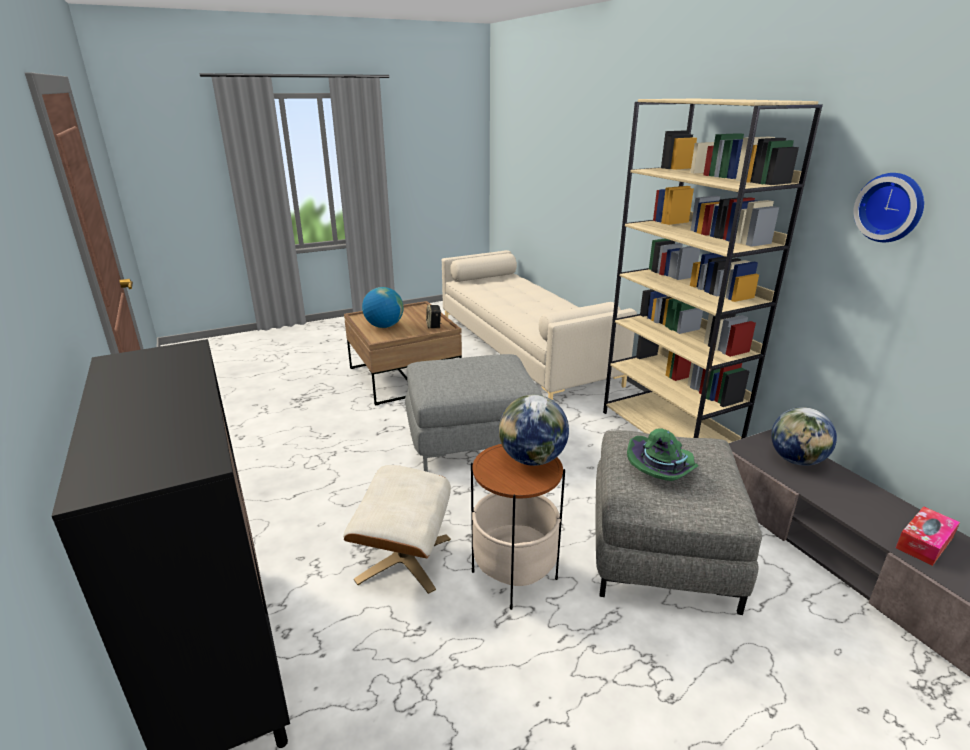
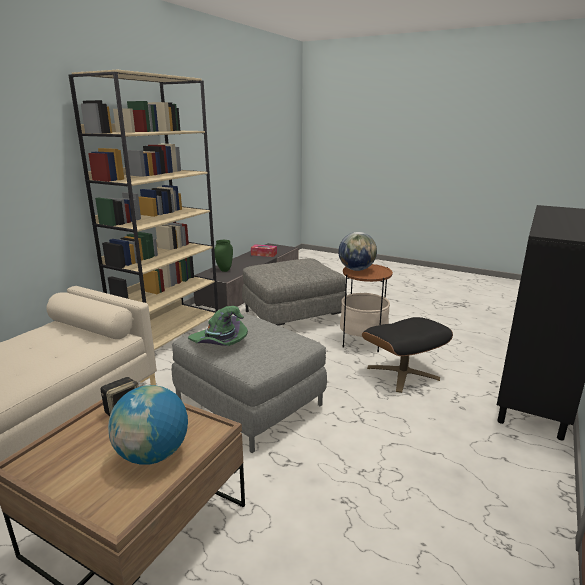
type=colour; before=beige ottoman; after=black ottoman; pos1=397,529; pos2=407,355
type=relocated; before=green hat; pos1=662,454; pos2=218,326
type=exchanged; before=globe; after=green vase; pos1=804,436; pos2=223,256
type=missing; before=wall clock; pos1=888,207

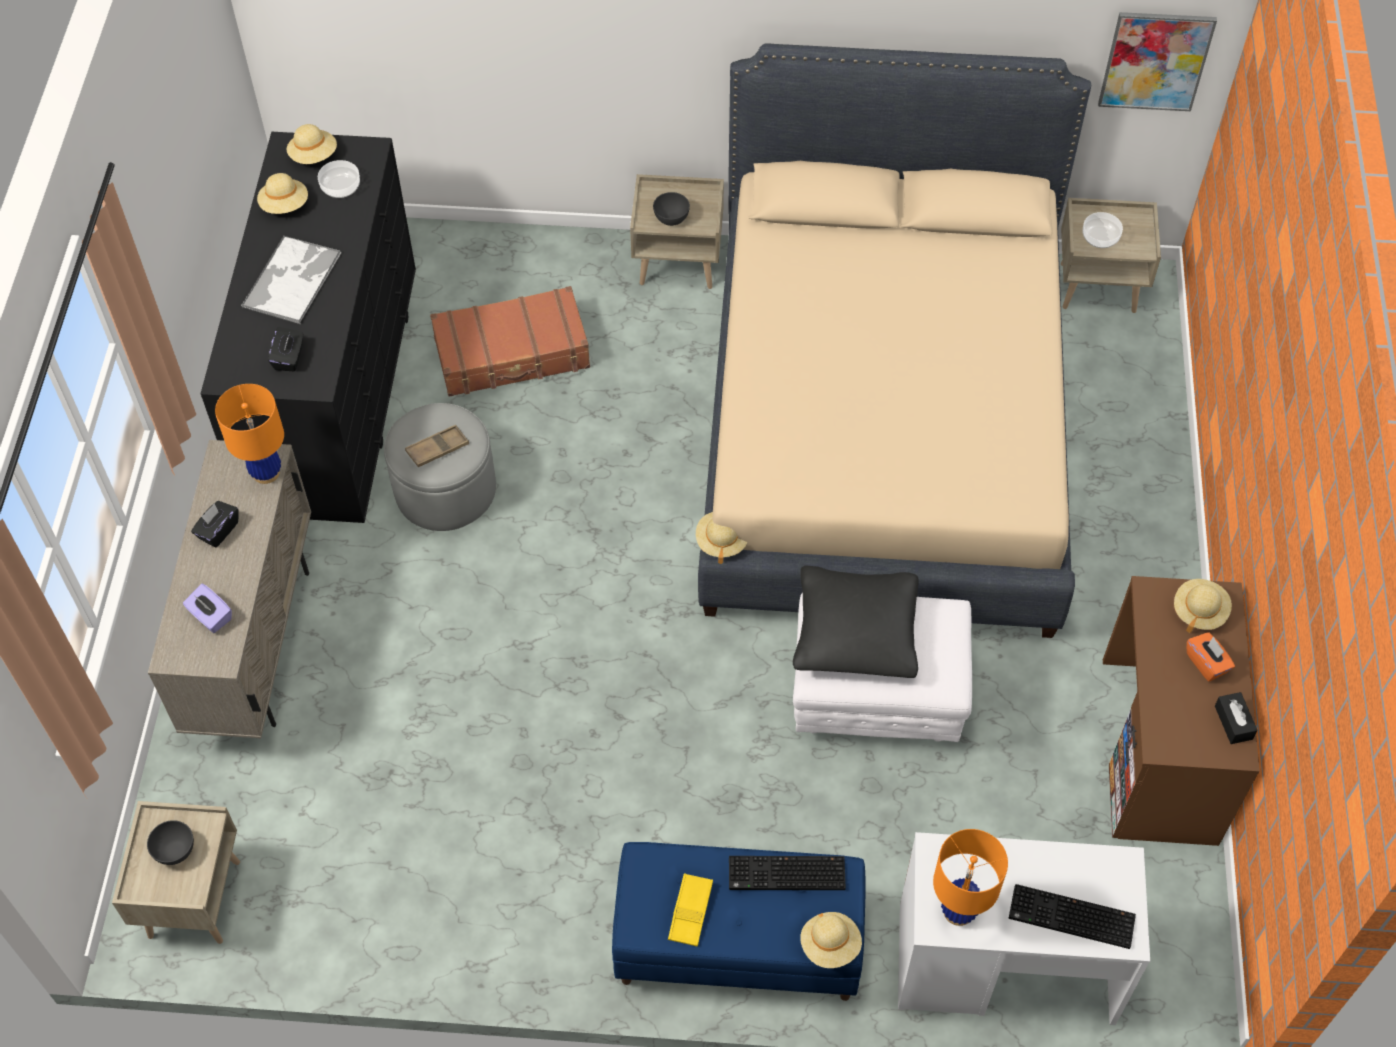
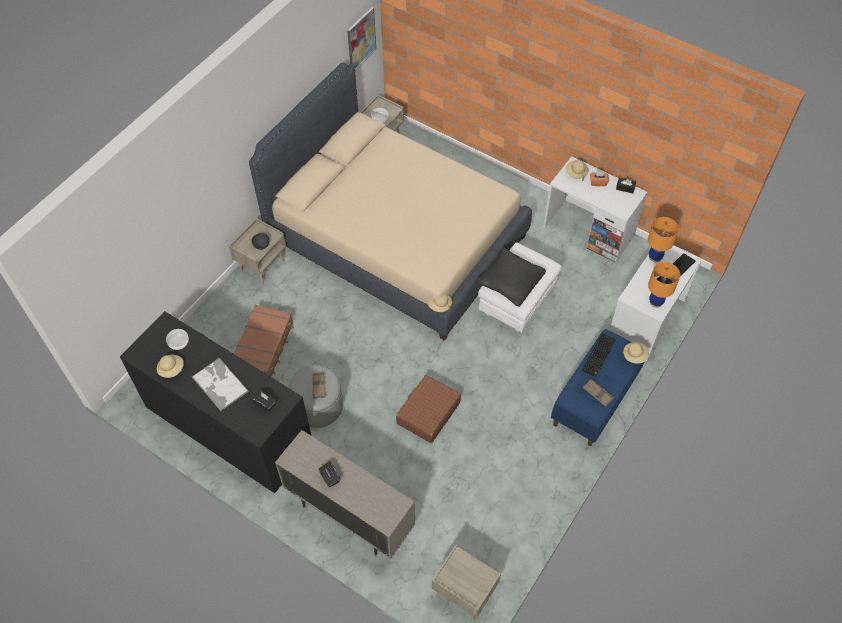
type=missing; before=grey bowl; pos1=170,842
type=missing; before=purple tissue box; pos1=207,608
type=relocated; before=orange table lamp; pos1=249,434; pos2=663,239
type=missing; before=beige hat; pos1=312,144
type=colour; before=yellow tray; after=brown tray; pos1=690,910; pos2=598,393
type=colour; before=brown desk; after=white desk; pos1=1181,711; pos2=595,209
type=appeared; after=brown suitcase; pos2=428,409

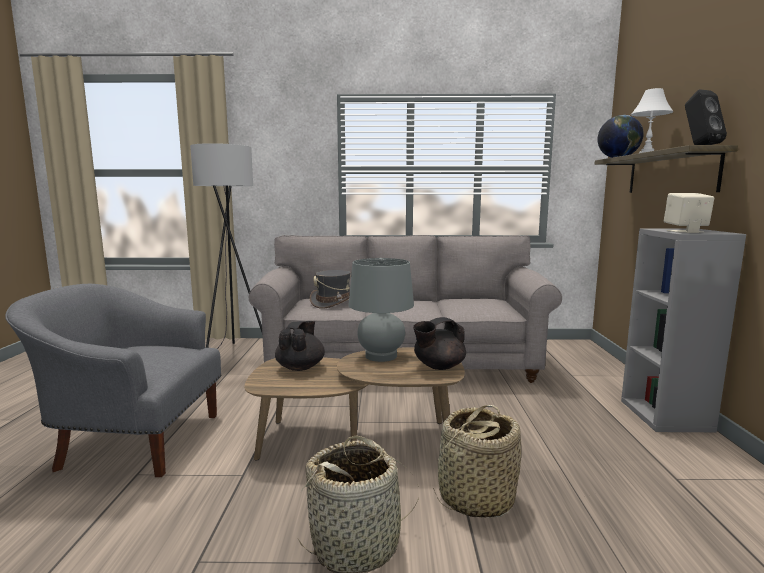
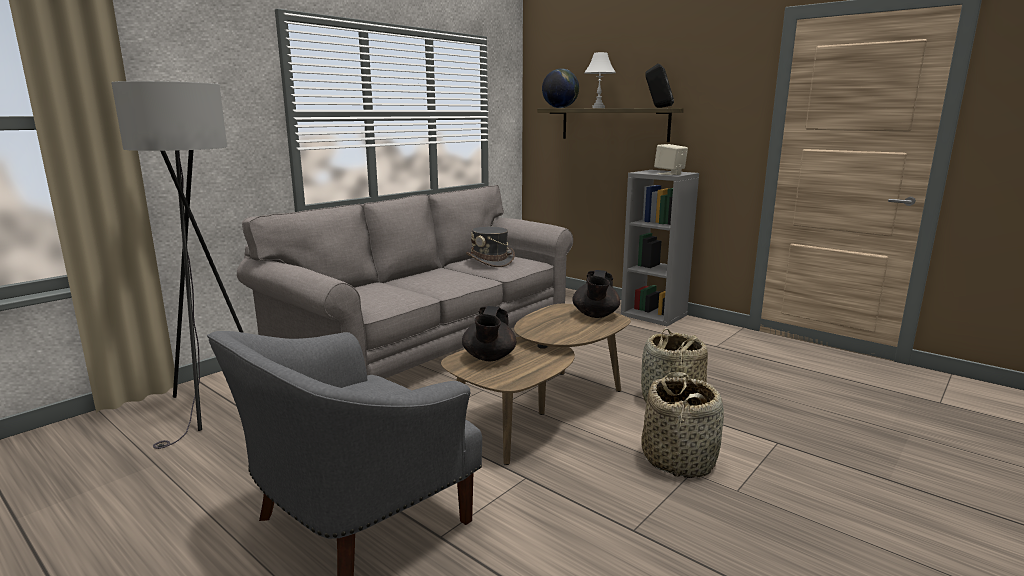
type=spun; before=black teapot; pos1=300,346; pos2=489,333; turn=-135
type=relocated; before=grey hat; pos1=330,289; pos2=490,246
type=missing; before=grey table lamp; pos1=381,310

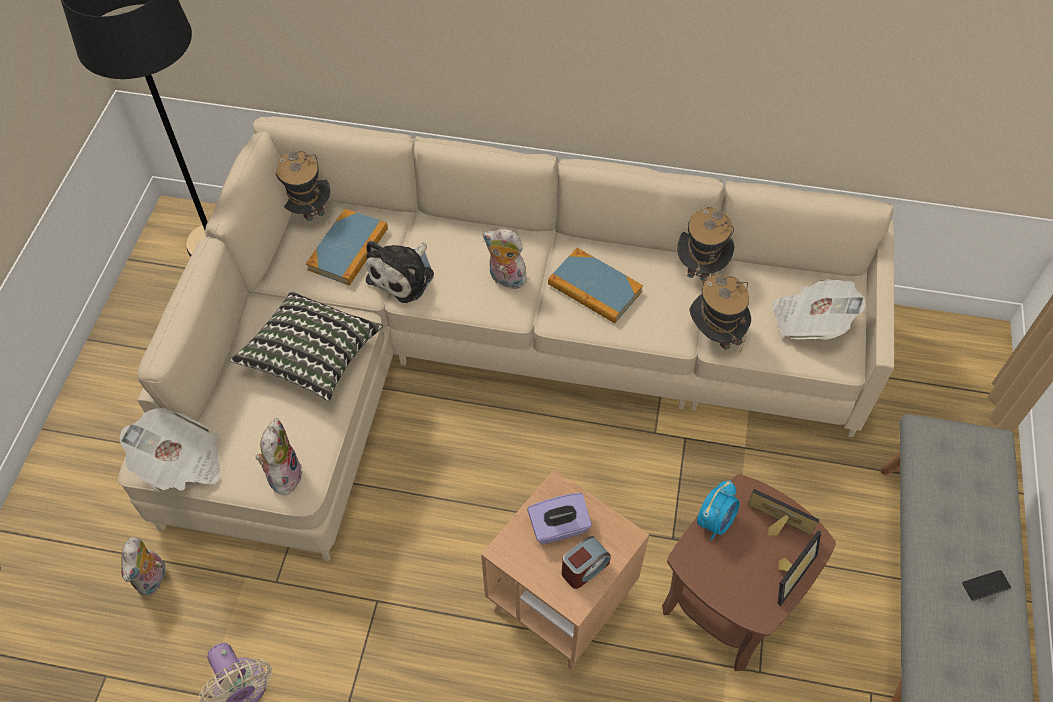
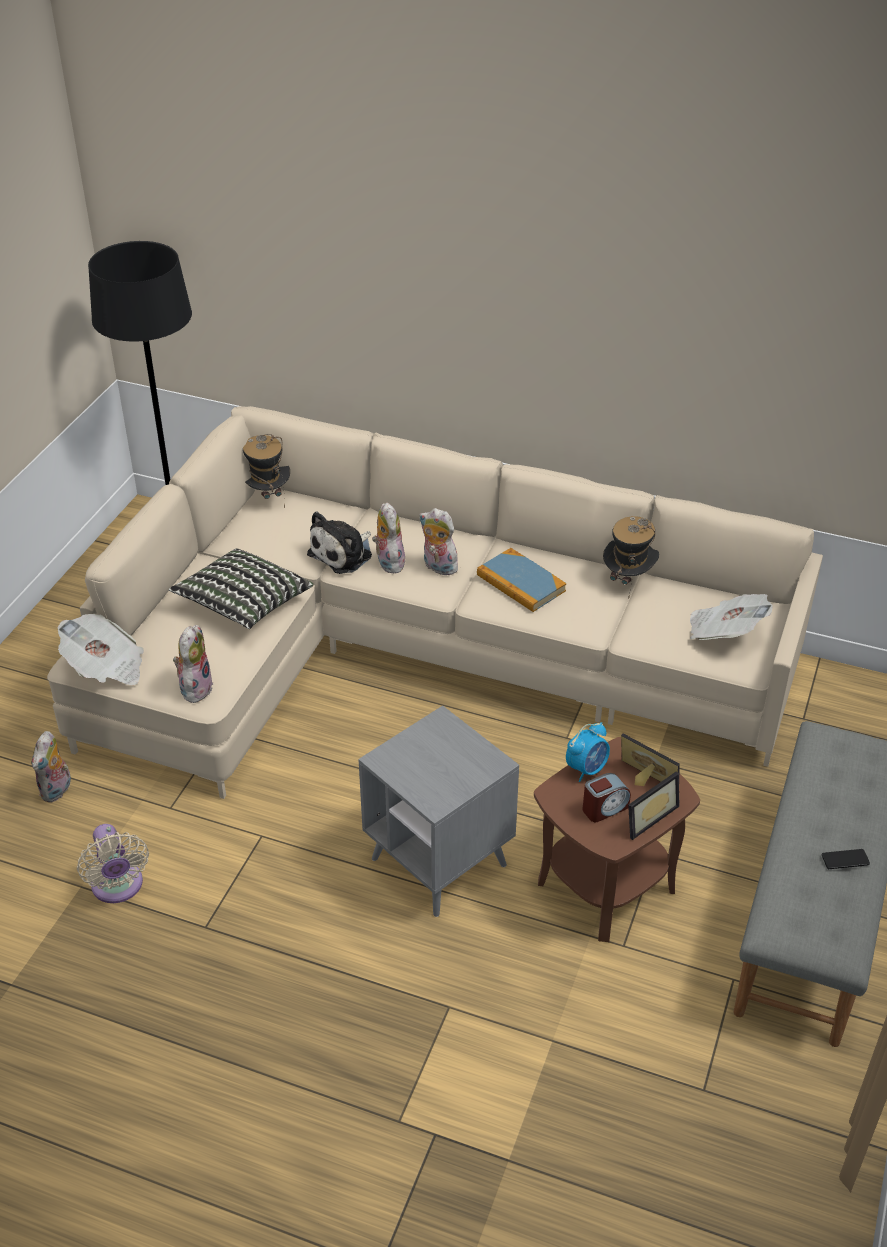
type=missing; before=book; pos1=347,247
type=colour; before=brown side table; after=grey side table; pos1=565,569; pos2=438,811
type=missing; before=purple tissue box; pos1=559,518
type=relocated; before=alarm clock; pos1=586,562; pos2=606,797
type=missing; before=hat; pos1=720,313
type=appeared; after=plush toy; pos2=388,537

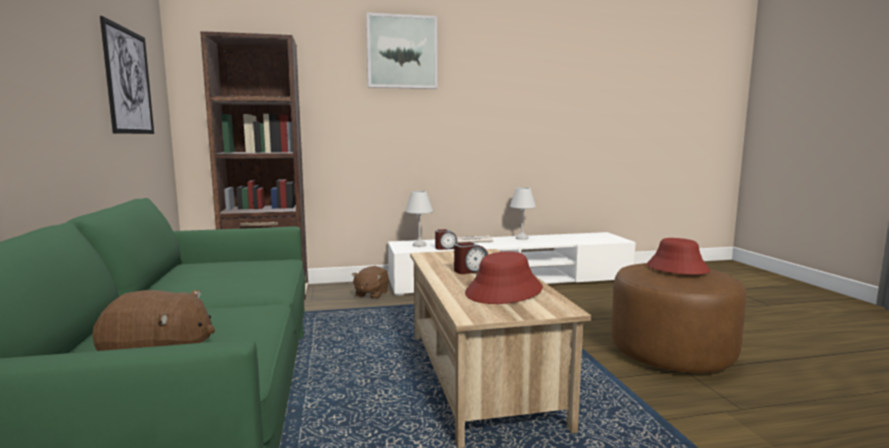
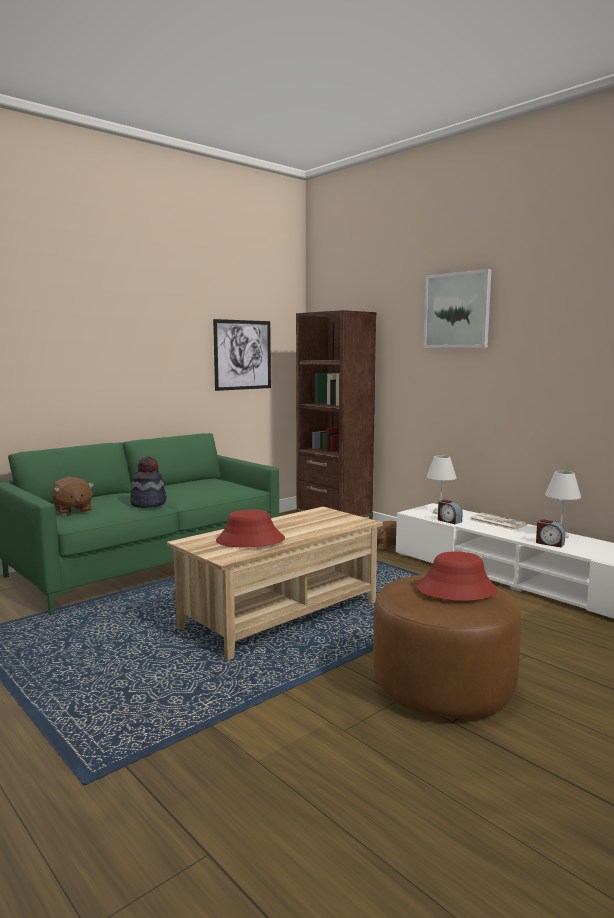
type=relocated; before=alarm clock; pos1=471,258; pos2=550,533
type=appeared; after=hat; pos2=148,482

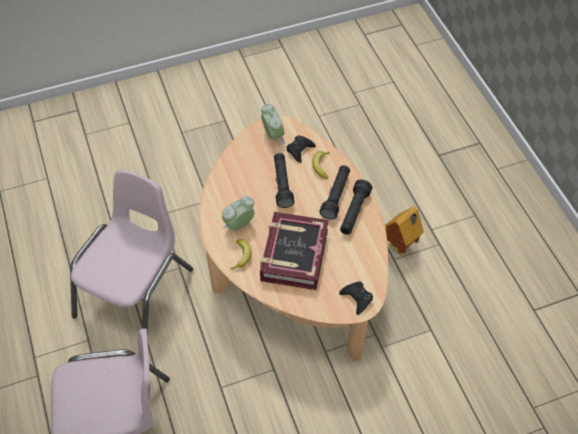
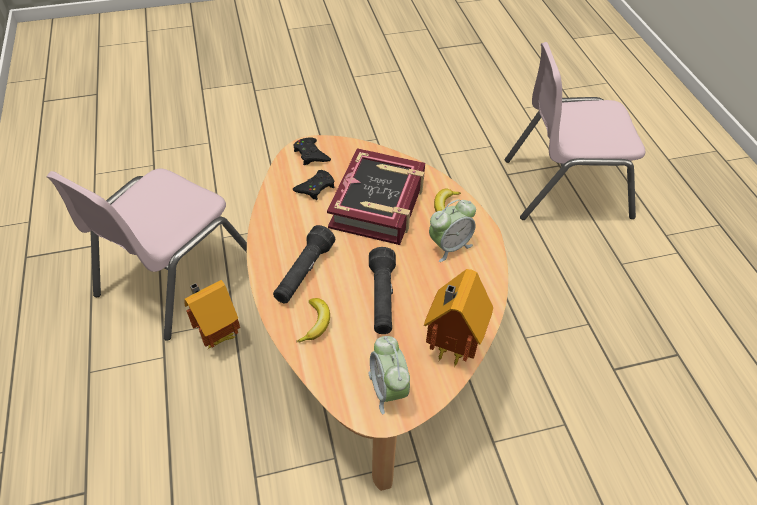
type=relocated; before=pink chair; pos1=131,250; pos2=146,255
type=relocated; before=black game controller; pos1=301,149; pos2=313,185
type=missing; before=black flashlight; pos1=356,207
type=appeared; after=toy house; pos2=458,318

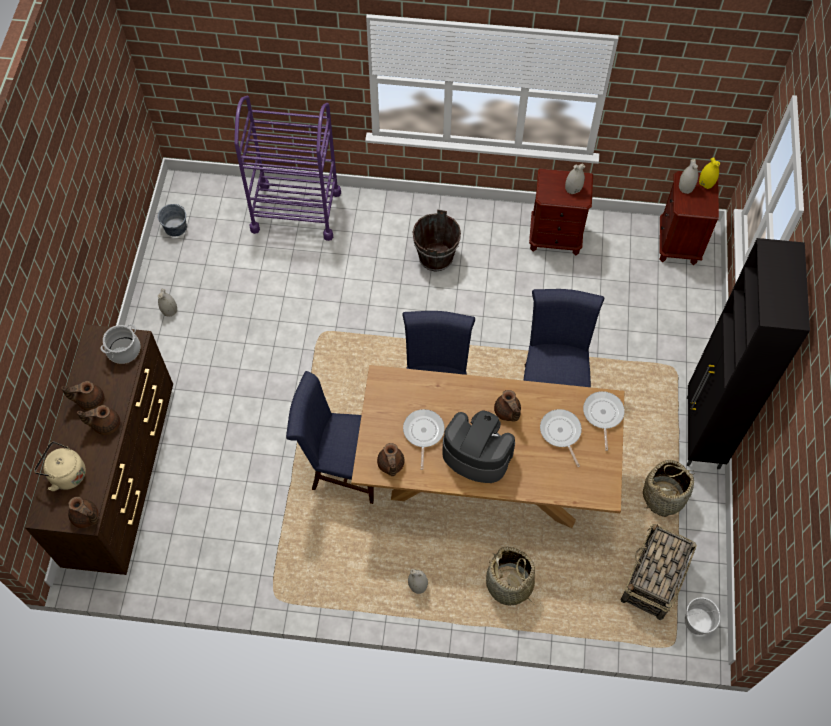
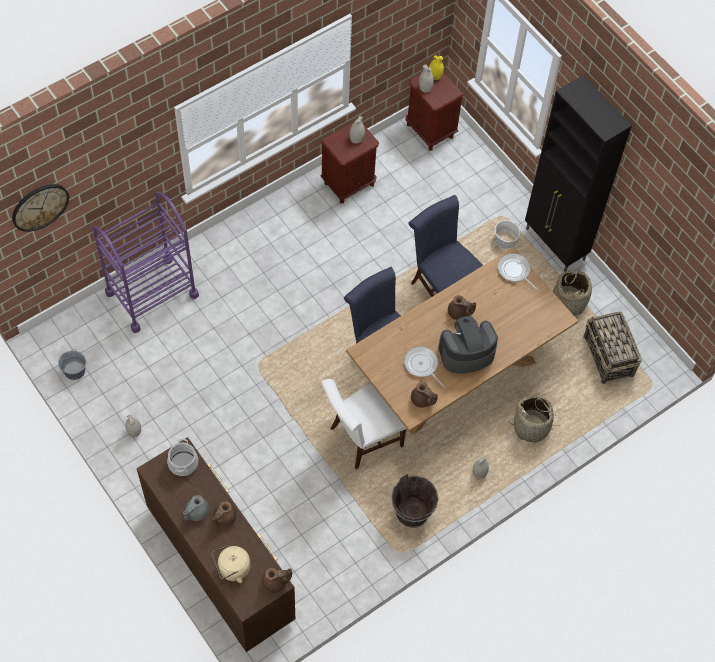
type=colour; before=brown teapot; after=grey teapot; pos1=82,396; pos2=196,508
type=colour; before=blue chair; after=white chair; pos1=330,437; pos2=364,424
type=relocated; before=brown bucket; pos1=436,240; pos2=415,501
type=missing; before=frying pan; pos1=561,438
type=relocated; before=white bucket; pos1=703,616; pos2=507,234
type=appeared; after=wall clock; pos2=40,208

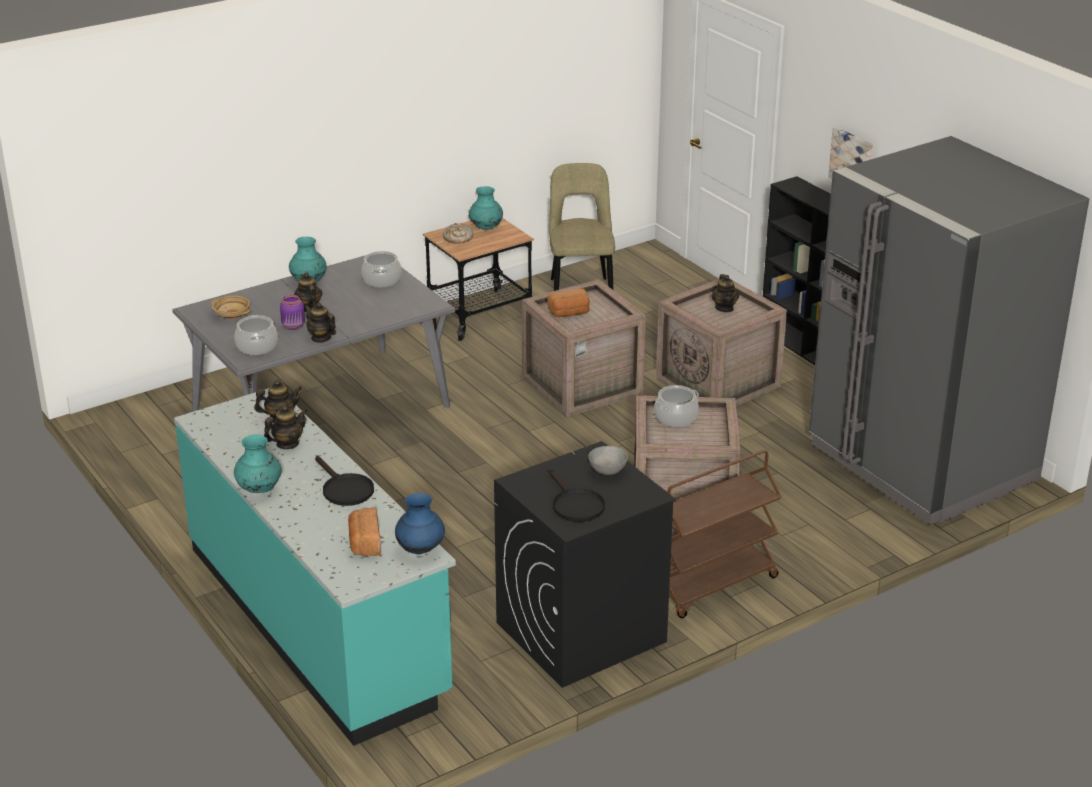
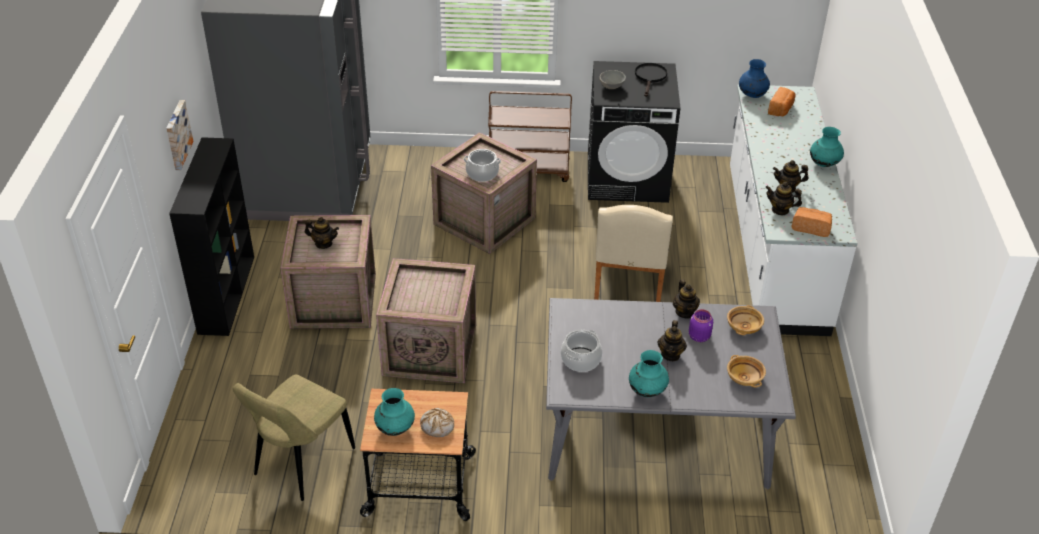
type=colour; before=turquoise counter; after=white counter; pos1=315,567; pos2=794,210
type=exchanged; before=cooking pot; after=beige bowl; pos1=256,335; pos2=745,320
type=missing; before=black frying pan; pos1=344,481
type=relocated; before=bread; pos1=569,303; pos2=811,222
type=spun; before=teapot; pos1=725,293; pos2=322,233; turn=75
type=appeared; after=beige chair; pos2=633,253

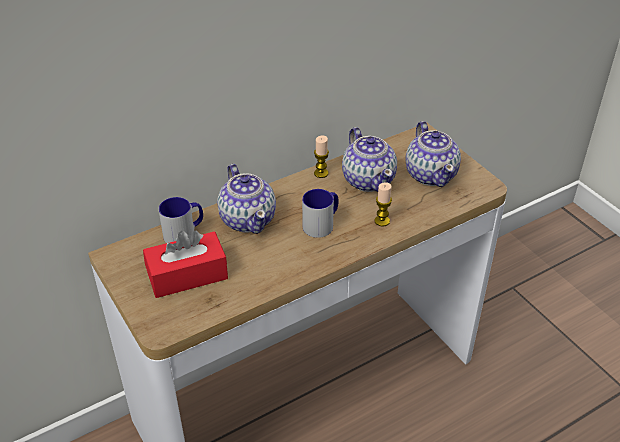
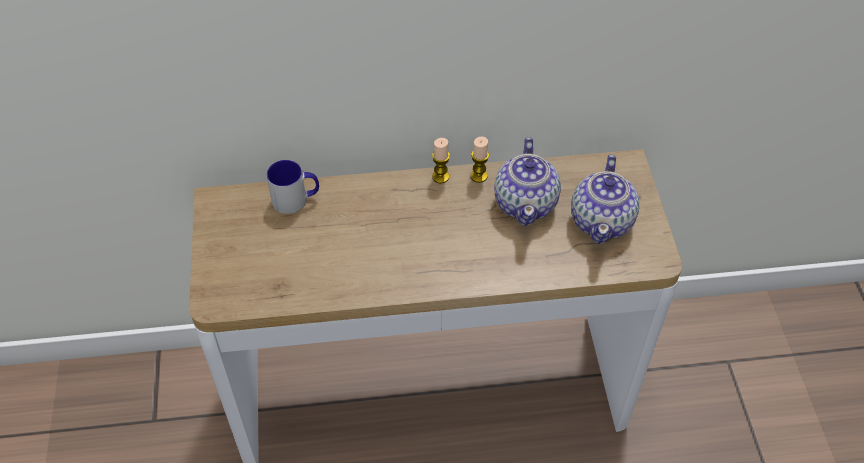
type=missing; before=red tissue box; pos1=185,264
type=missing; before=teapot; pos1=246,199
type=missing; before=mug; pos1=320,213
type=relocated; before=candle; pos1=383,204; pos2=441,160

